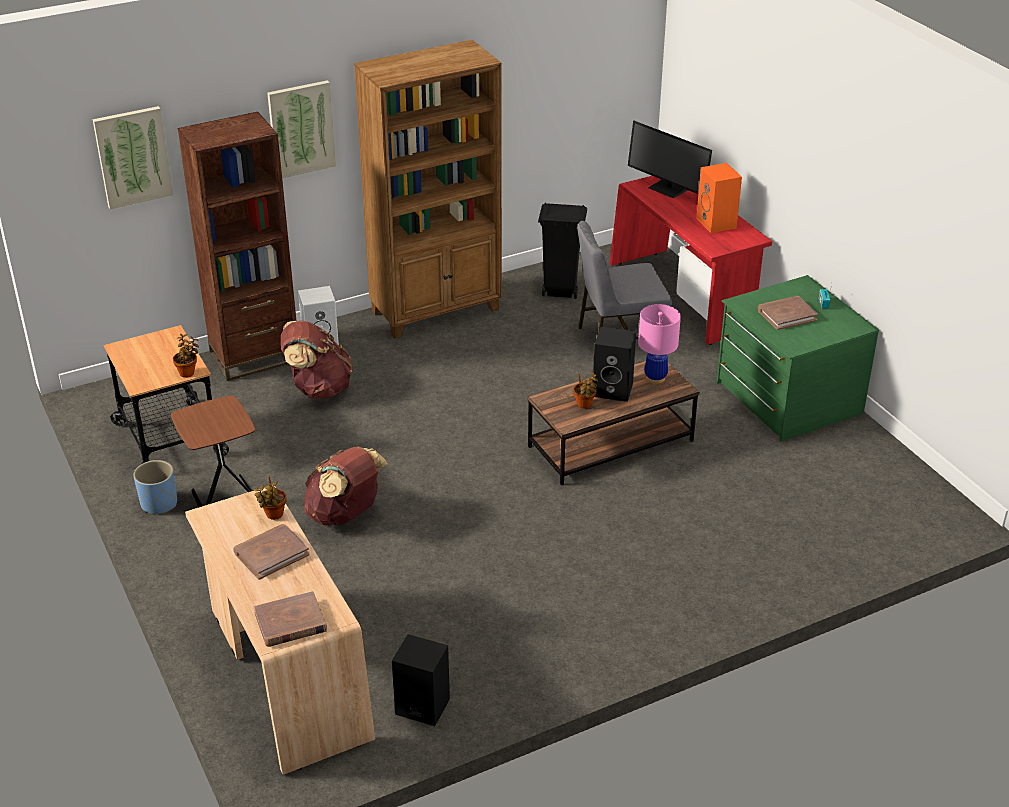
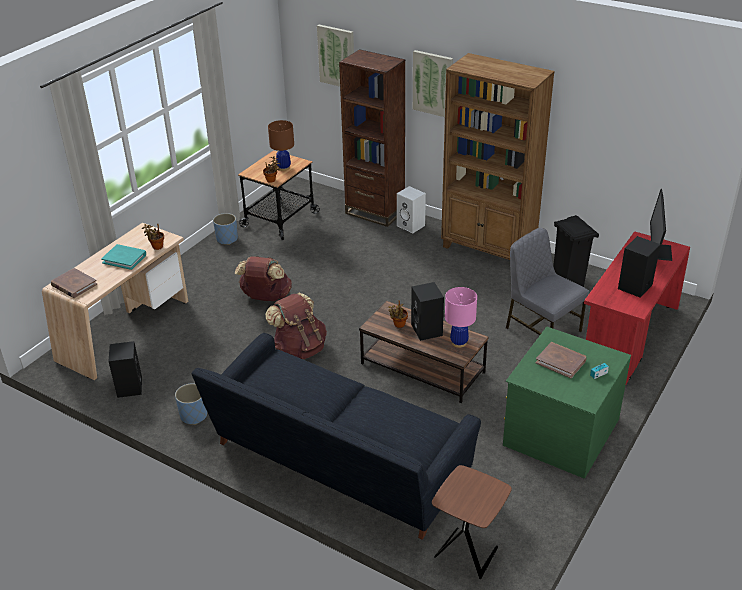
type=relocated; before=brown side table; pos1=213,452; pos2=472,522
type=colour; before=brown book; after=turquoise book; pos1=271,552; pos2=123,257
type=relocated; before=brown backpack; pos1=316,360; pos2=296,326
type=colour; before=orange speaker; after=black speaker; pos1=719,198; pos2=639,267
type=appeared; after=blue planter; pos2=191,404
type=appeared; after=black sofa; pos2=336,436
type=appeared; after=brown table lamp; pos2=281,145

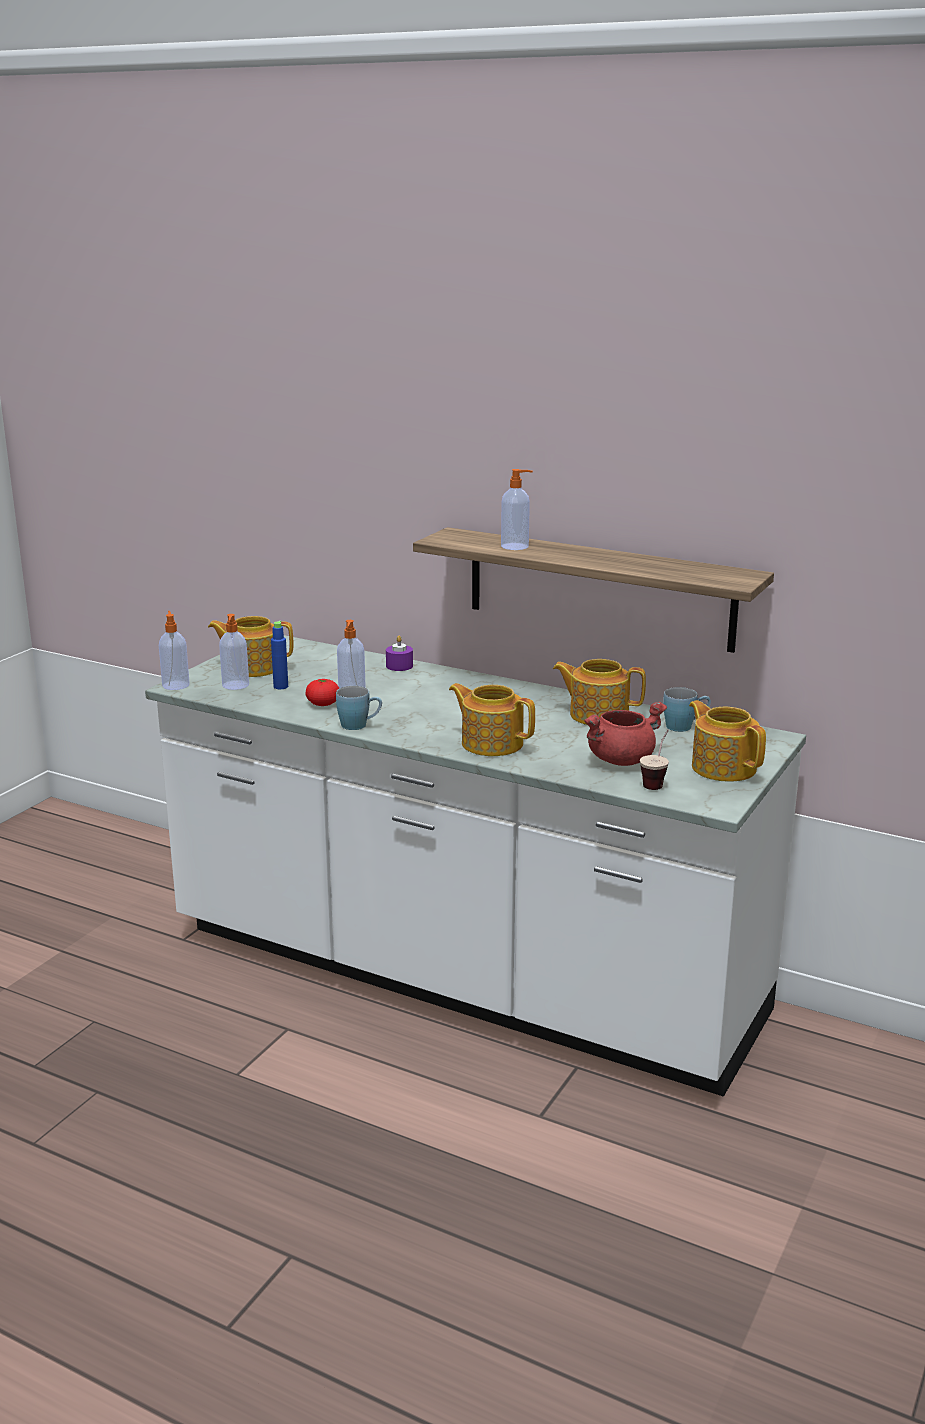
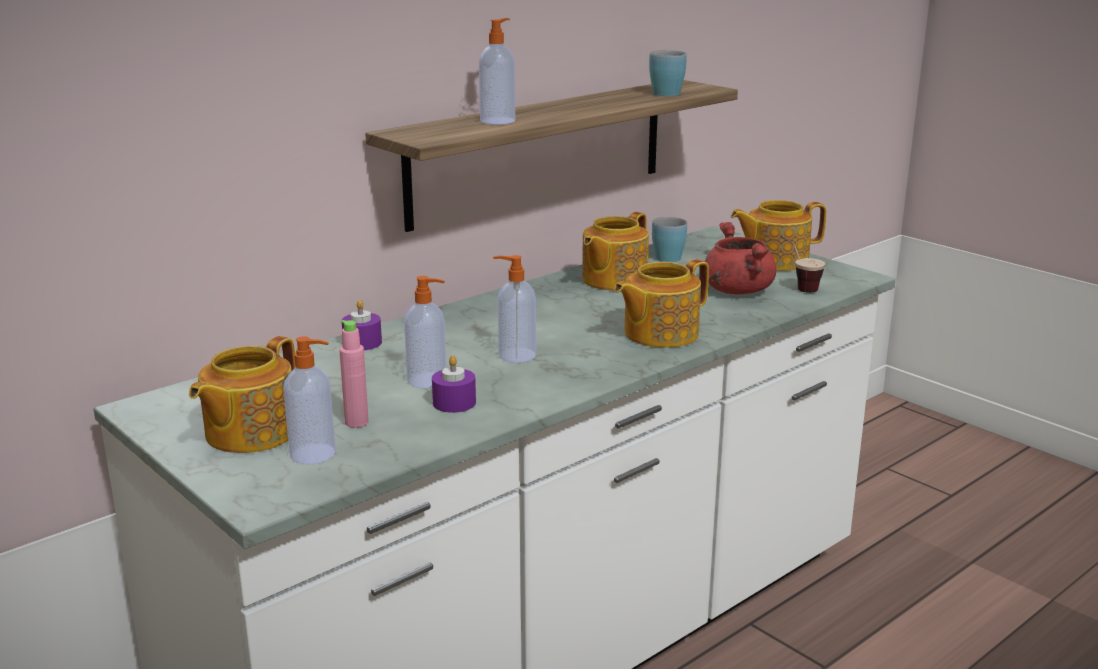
type=relocated; before=soap dispenser; pos1=174,650; pos2=514,309
type=colour; before=blue bottle; after=pink bottle; pos1=279,655; pos2=354,374
type=exchanged; before=tomato; after=purple candle; pos1=322,692; pos2=454,384
type=relocated; before=blue mug; pos1=359,708; pos2=668,73

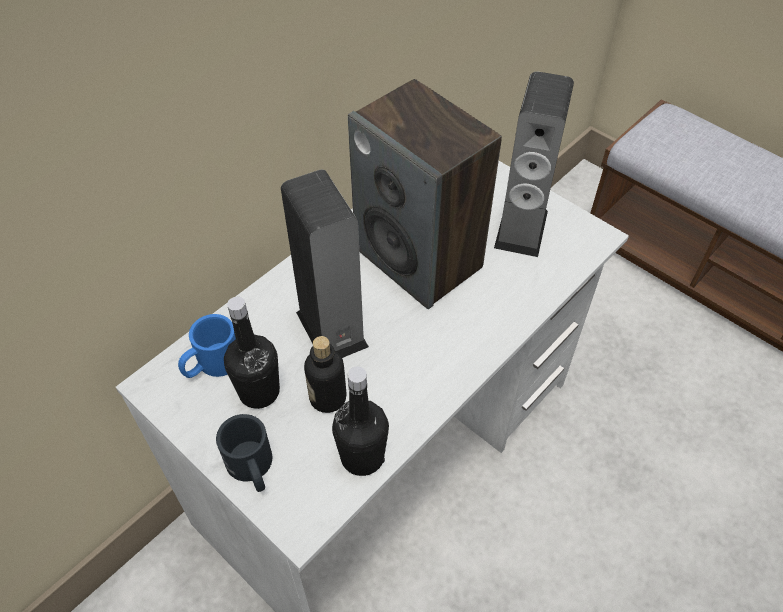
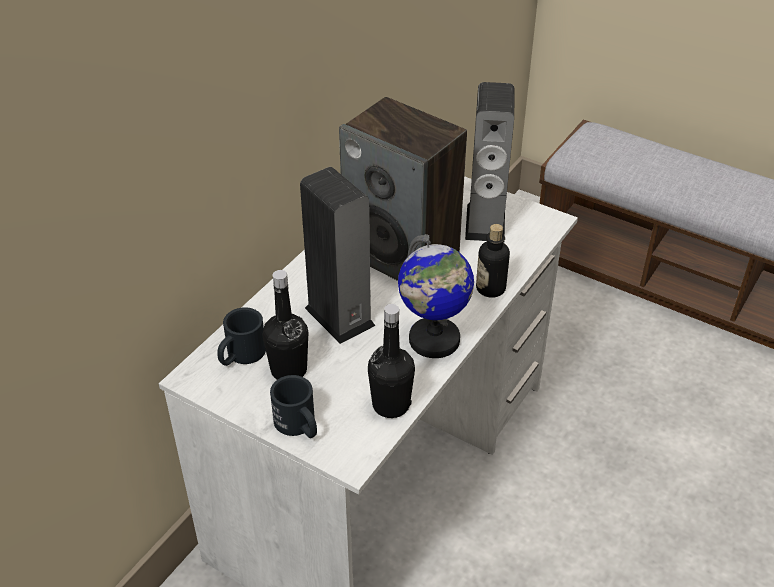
type=colour; before=blue mug; after=black mug; pos1=207,346; pos2=241,336
type=relocated; before=bottle; pos1=325,374; pos2=493,261
type=appeared; after=globe; pos2=436,296

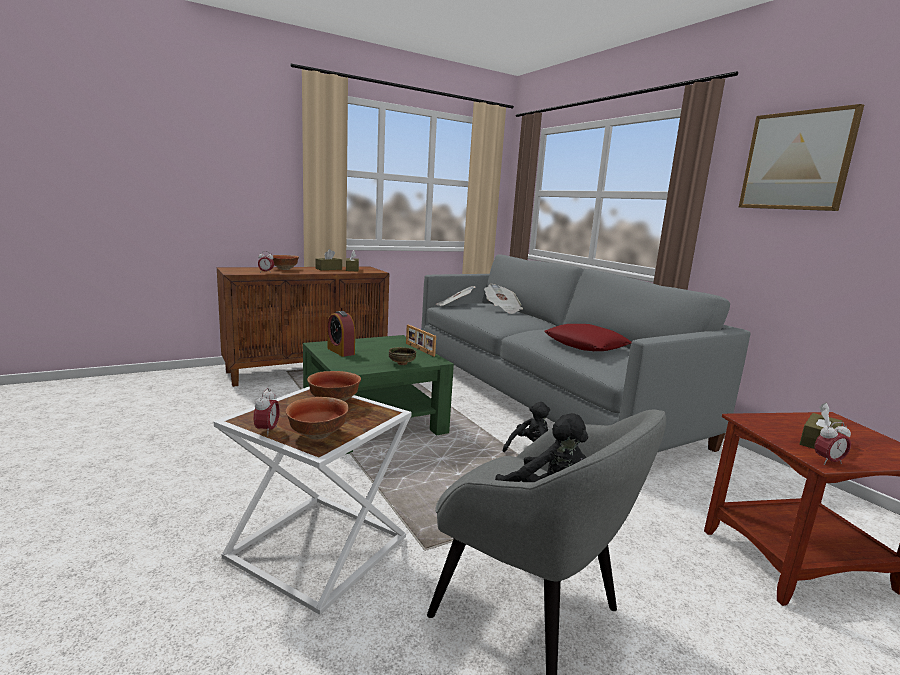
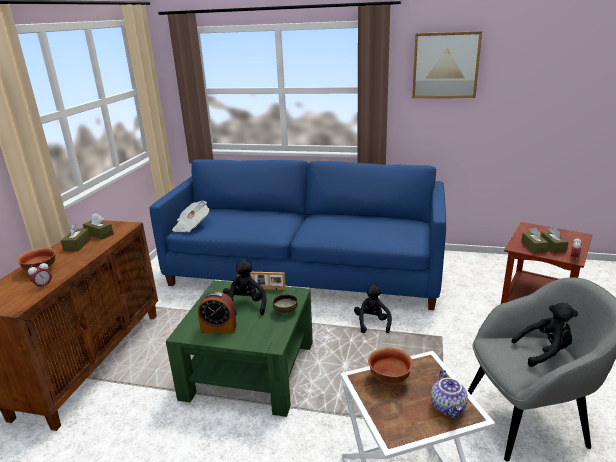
type=missing; before=alarm clock; pos1=267,412
type=exchanged; before=bowl; after=teapot; pos1=317,418; pos2=449,394
type=colour; before=grey sofa; after=blue sofa; pos1=586,353; pos2=297,234
type=missing; before=newspaper; pos1=503,299
type=missing; before=red pillow; pos1=588,337
type=appeared; after=black plush toy; pos2=245,288
type=appeared; after=brown tissue box; pos2=535,240

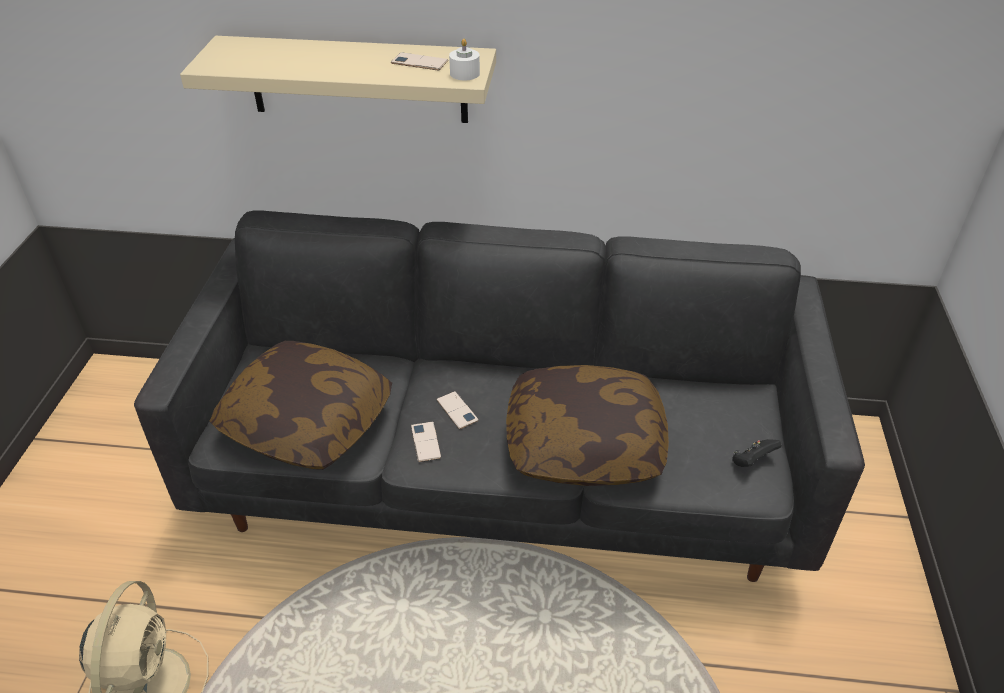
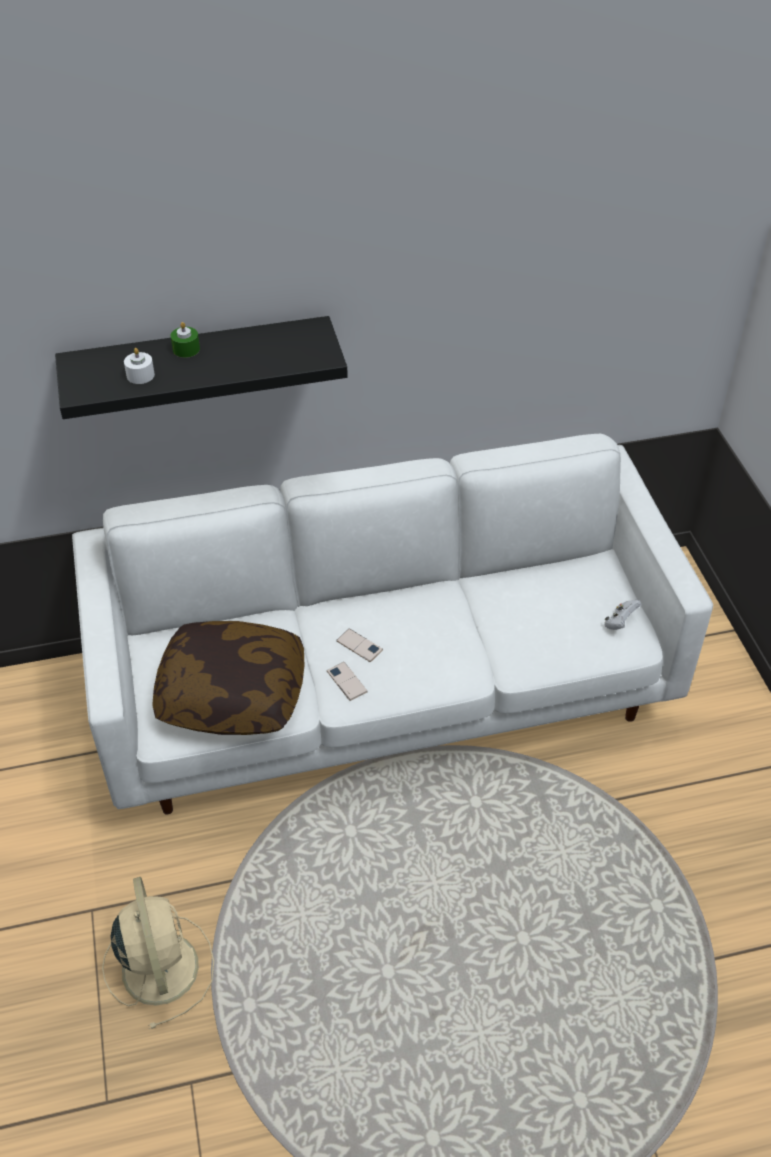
type=colour; before=black sofa; after=white sofa; pos1=499,396; pos2=392,624
type=colour; before=beige shelf; after=black shelf; pos1=338,79; pos2=201,367
type=missing; before=phone; pos1=419,61
type=relocated; before=white candle; pos1=464,59; pos2=139,366
type=missing; before=pillow; pos1=587,425
type=colour; before=black game controller; after=white game controller; pos1=757,453; pos2=622,615
type=appeared; after=green candle; pos2=185,340

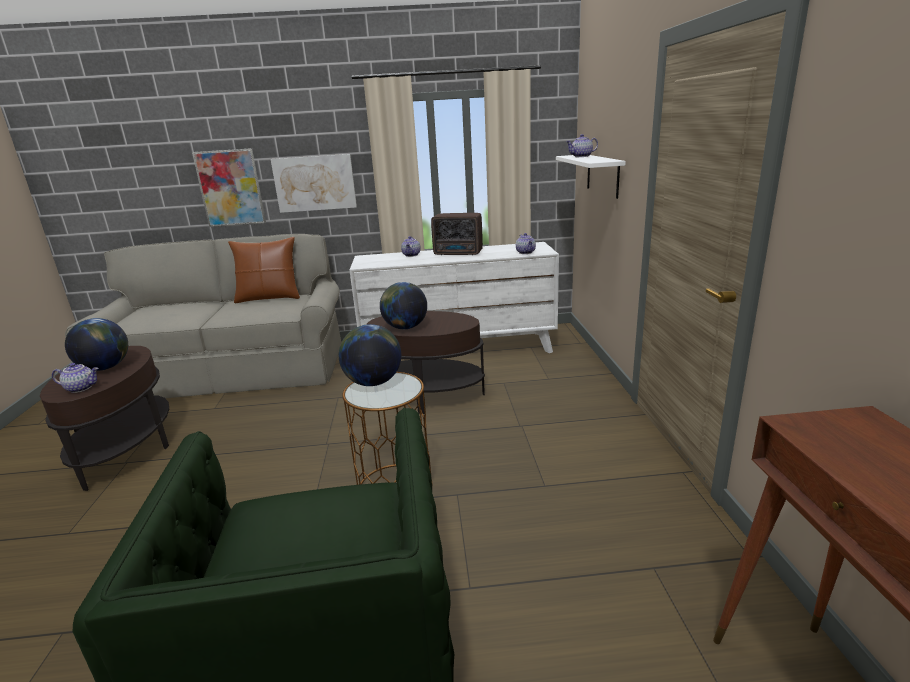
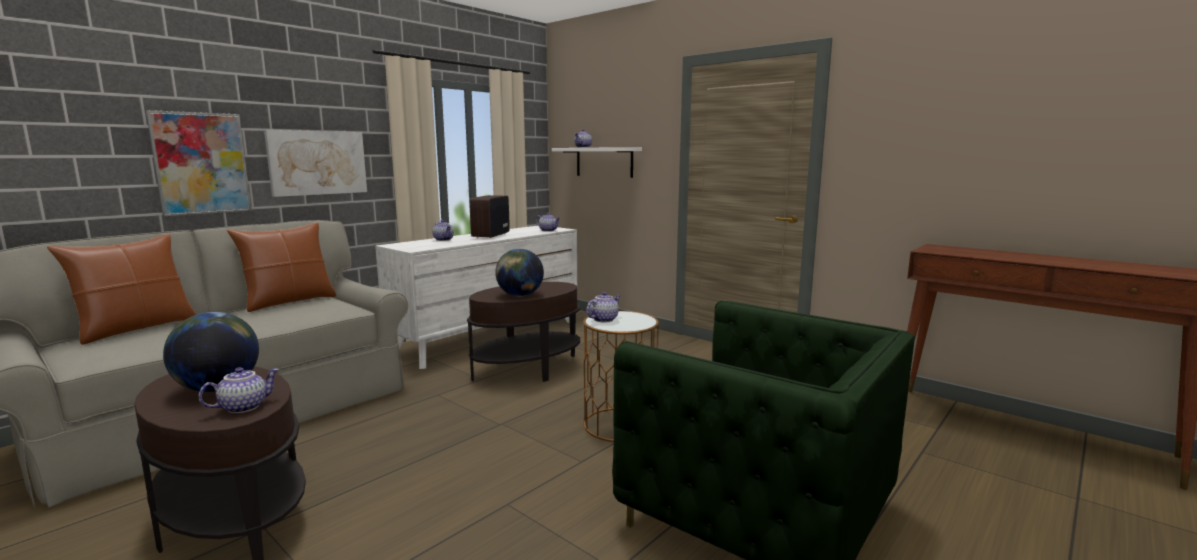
type=exchanged; before=globe; after=teapot; pos1=370,355; pos2=603,307
type=spun; before=radio; pos1=457,234; pos2=490,216; turn=135
type=appeared; after=brown pillow; pos2=122,289

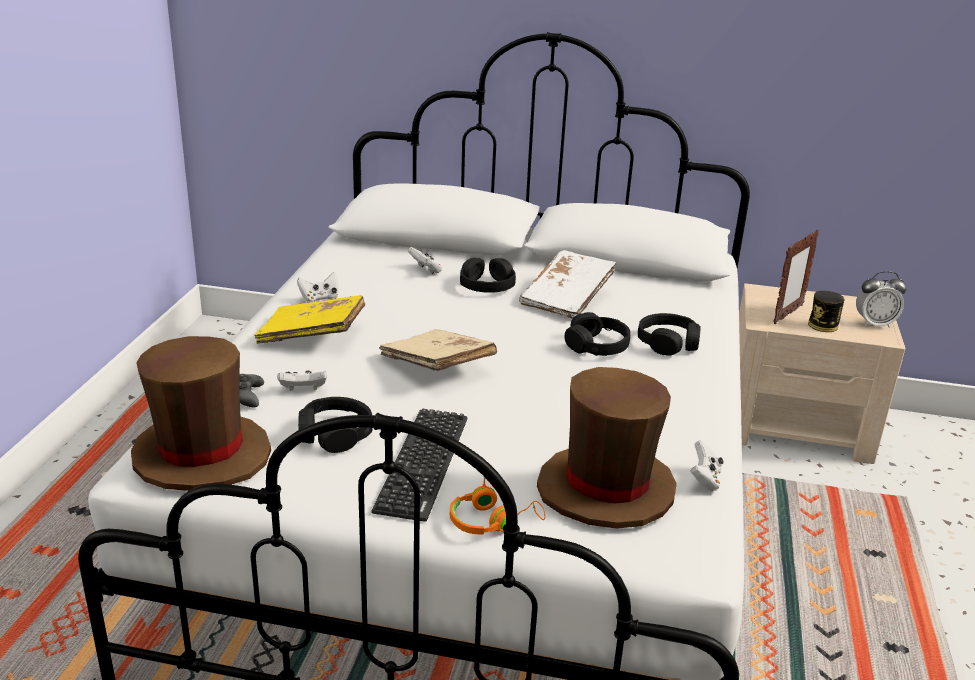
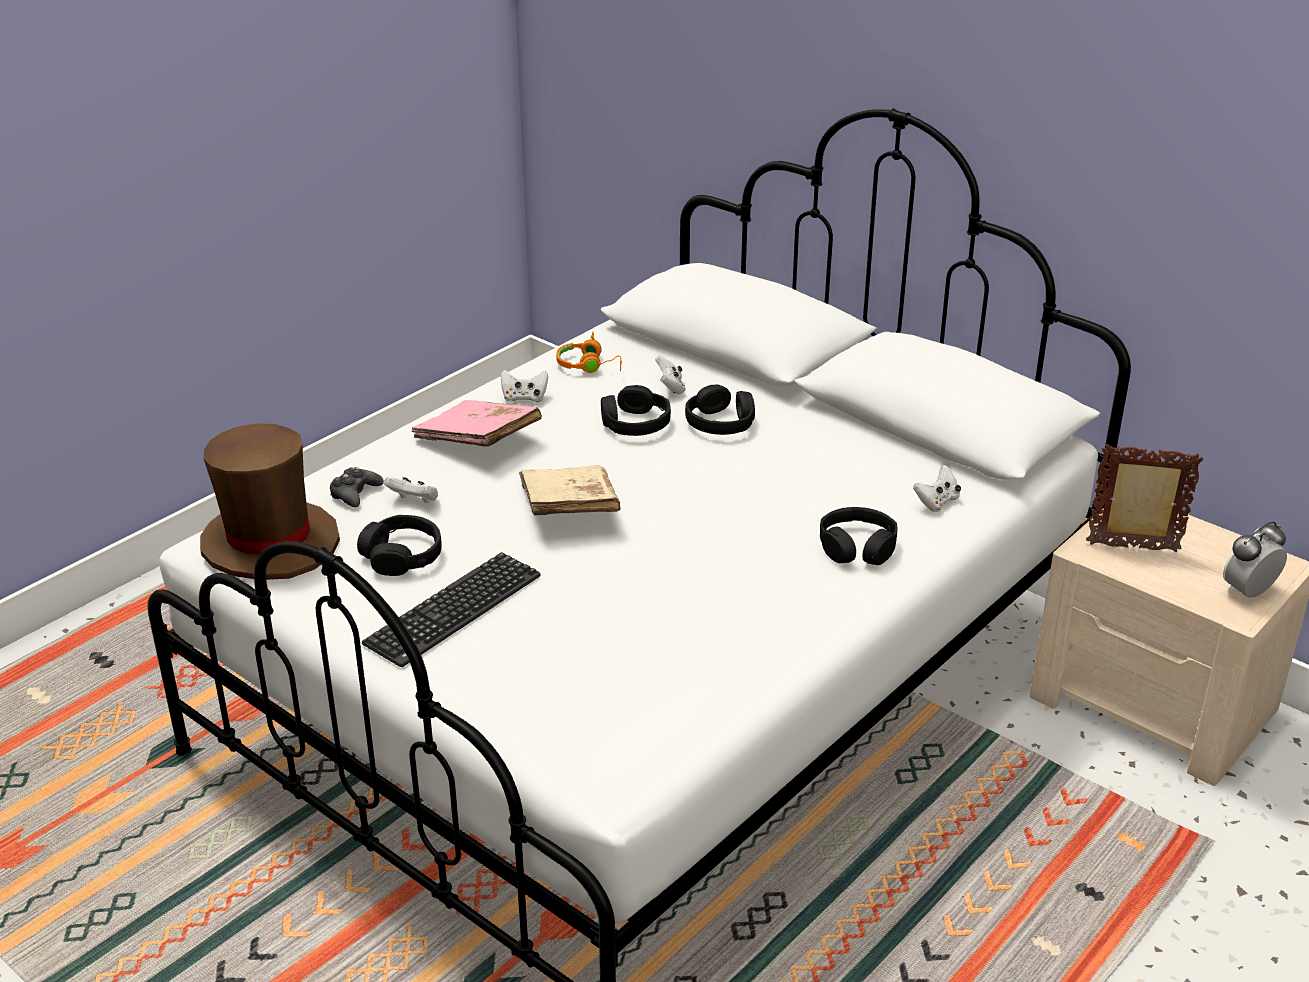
type=colour; before=yellow book; after=pink book; pos1=309,319; pos2=477,423
type=relocated; before=orange headphones; pos1=497,505; pos2=589,352
type=missing; before=white book; pos1=568,284
type=missing; before=brown hat; pos1=607,448
type=relocated; before=black headphones; pos1=598,334; pos2=636,410
type=relocated; before=white game controller; pos1=706,465; pos2=937,488
type=spun; before=picture frame; pos1=796,277; pos2=1144,498; turn=-150
type=missing; before=can; pos1=826,311
type=spun; before=alarm clock; pos1=881,299; pos2=1255,559; turn=120

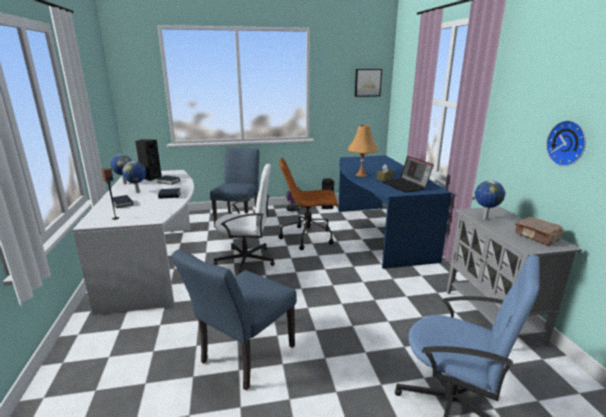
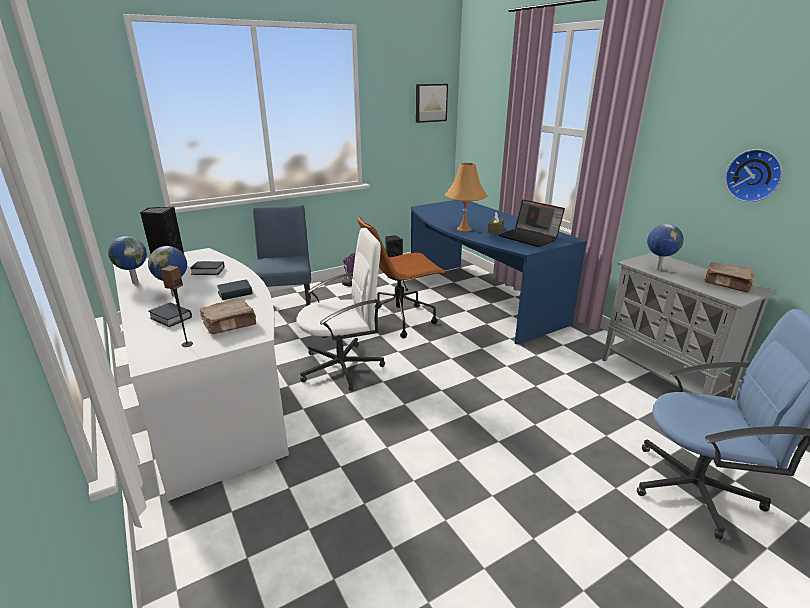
type=missing; before=blue chair; pos1=234,320
type=appeared; after=brown book; pos2=228,316

